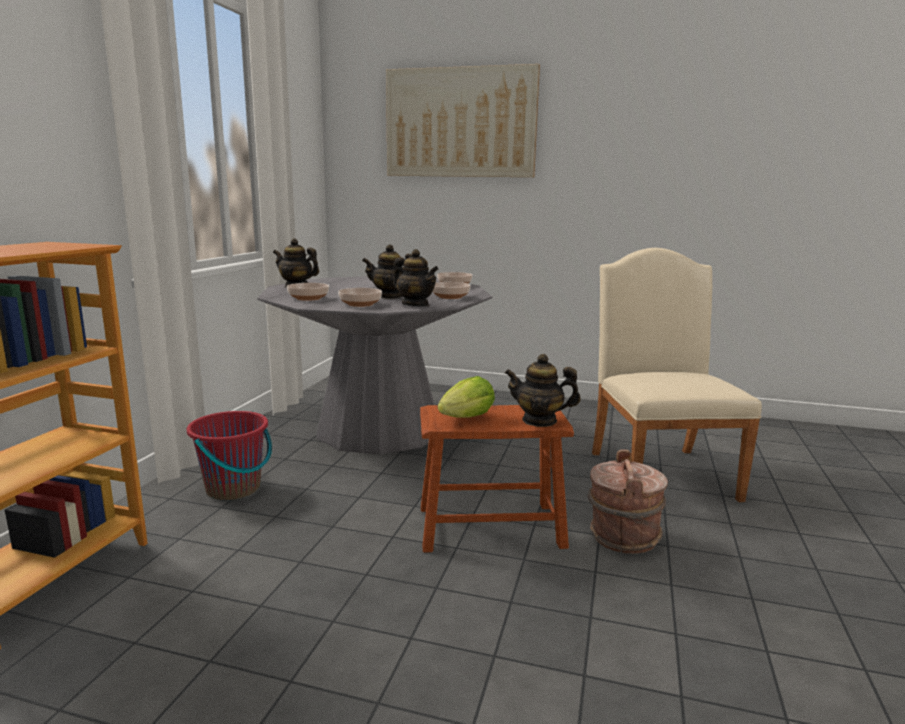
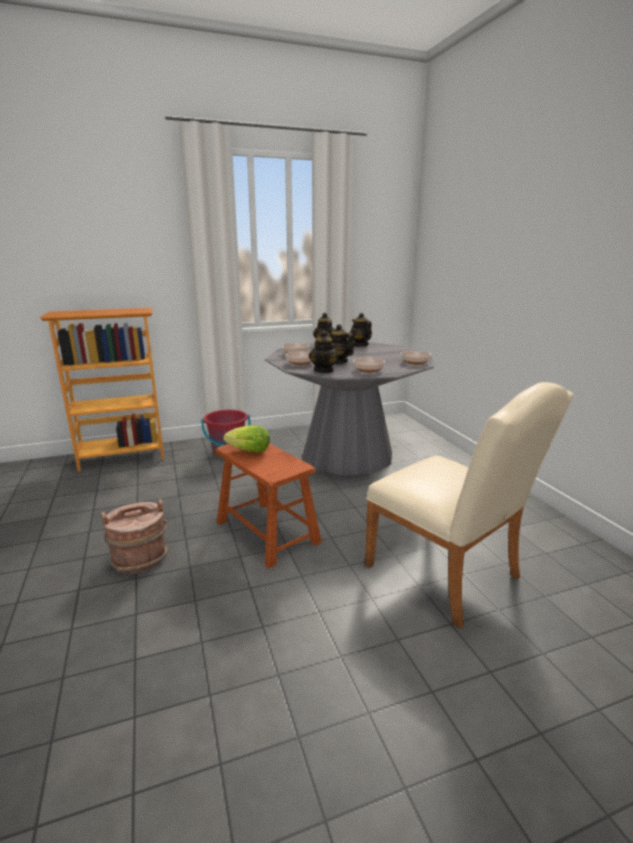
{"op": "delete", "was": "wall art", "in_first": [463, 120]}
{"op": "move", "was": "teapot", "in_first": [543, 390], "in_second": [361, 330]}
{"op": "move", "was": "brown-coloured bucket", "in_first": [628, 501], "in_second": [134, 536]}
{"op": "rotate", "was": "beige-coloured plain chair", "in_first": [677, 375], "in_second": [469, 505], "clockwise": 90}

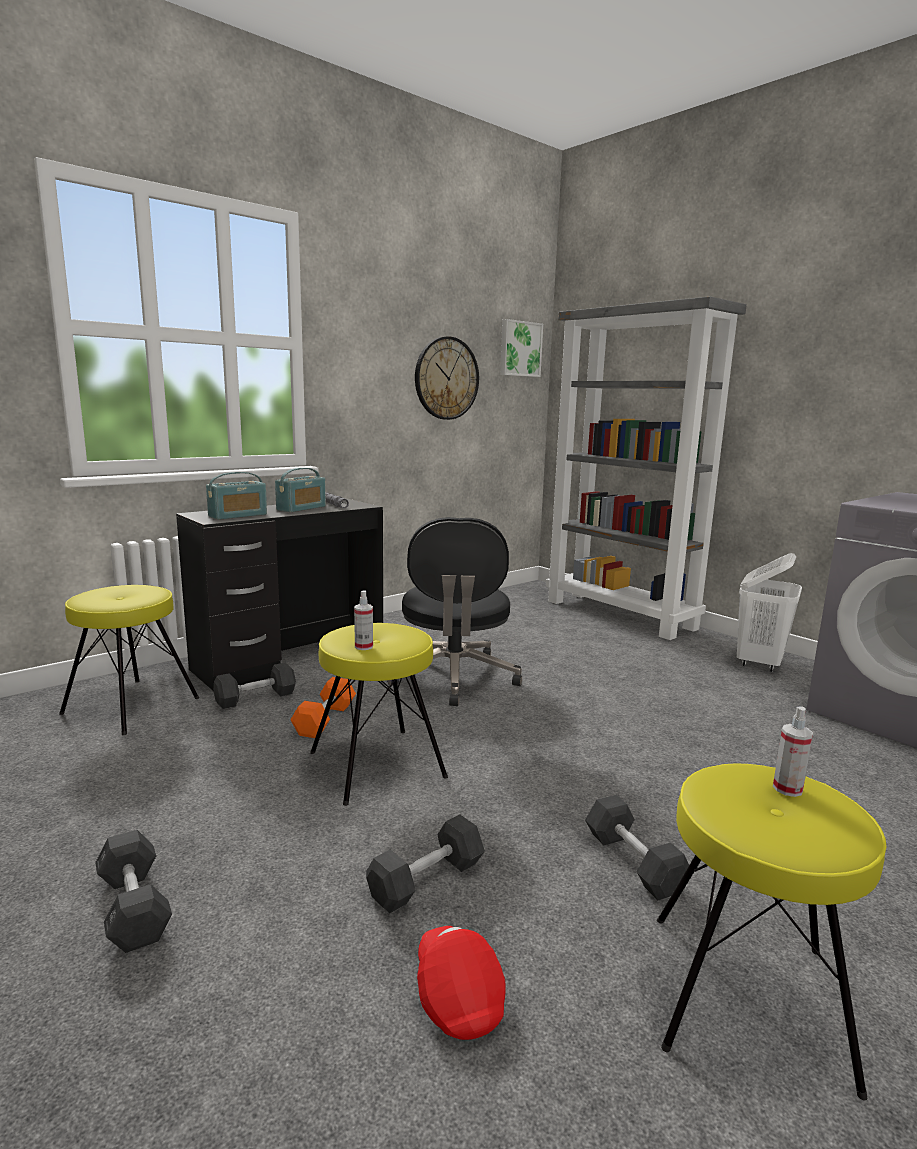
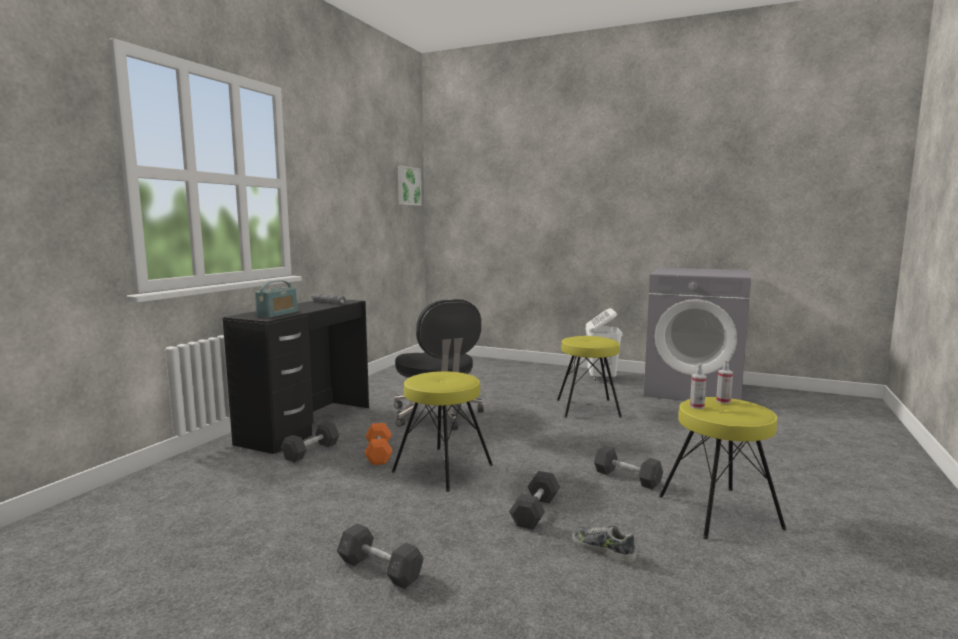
{"op": "move", "was": "yellow stool", "in_first": [129, 660], "in_second": [589, 377]}
{"op": "delete", "was": "radio receiver", "in_first": [300, 490]}
{"op": "move", "was": "hand sprayer", "in_first": [363, 620], "in_second": [698, 386]}
{"op": "delete", "was": "hanging clock", "in_first": [447, 378]}
{"op": "replace", "was": "red baseball cap", "now": "shoe", "in_first": [461, 983], "in_second": [604, 544]}
{"op": "delete", "was": "grey bookshelf", "in_first": [646, 468]}

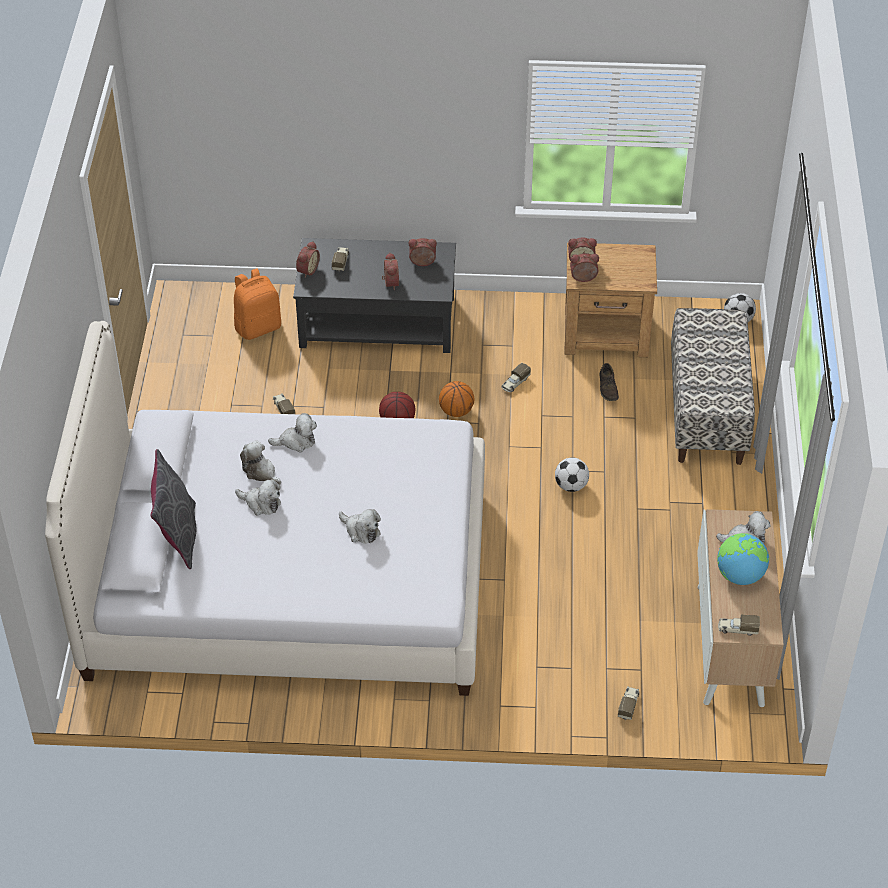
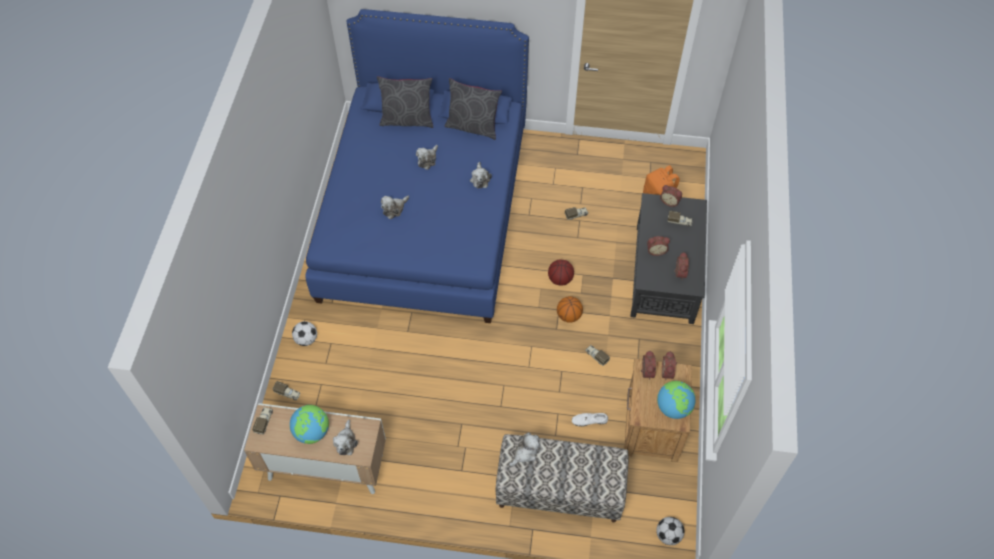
{"op": "recolor", "was": "whitish bed", "now": "blue-coloured bed", "in_first": [265, 508], "in_second": [417, 166]}
{"op": "move", "was": "cuddly toy", "in_first": [260, 463], "in_second": [524, 449]}
{"op": "move", "was": "ball for football", "in_first": [572, 474], "in_second": [304, 333]}
{"op": "recolor", "was": "brown-coloured shoe", "now": "whitish shoe", "in_first": [609, 382], "in_second": [590, 420]}
{"op": "insert", "now": "grey throw pillow", "in_second": [473, 109]}
{"op": "insert", "now": "world globe", "in_second": [676, 400]}

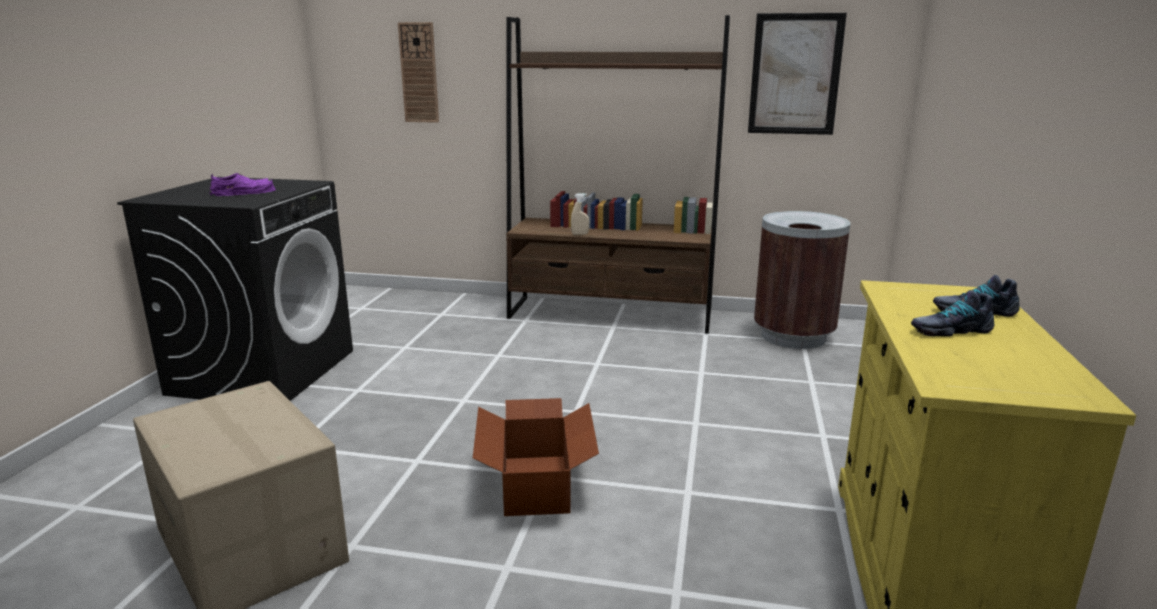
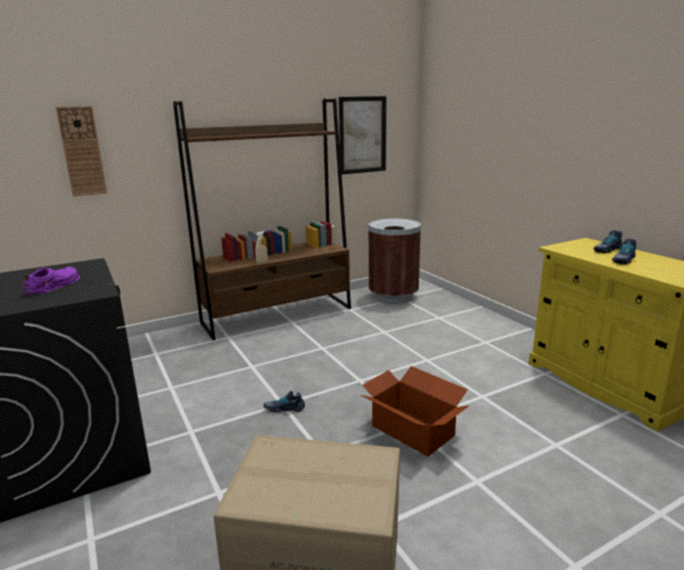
{"op": "insert", "now": "shoe", "in_second": [284, 401]}

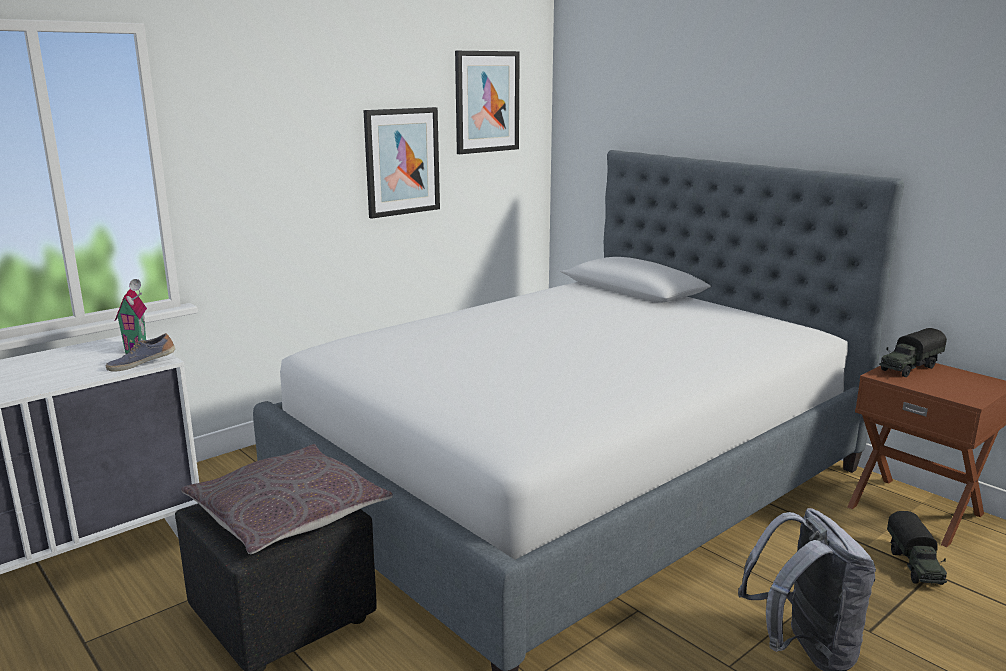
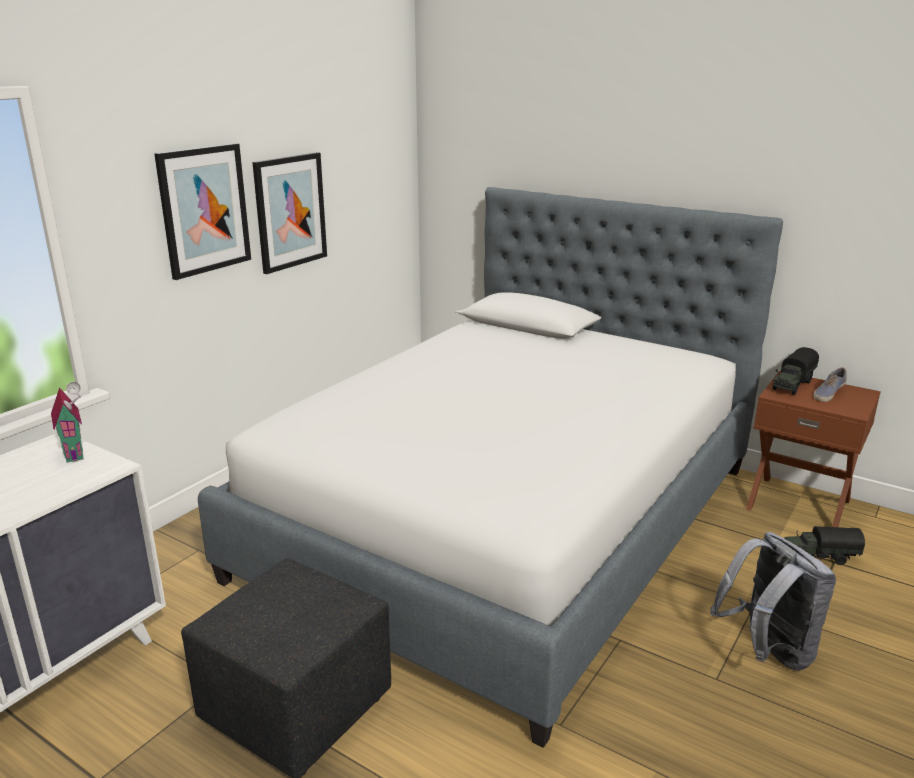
{"op": "move", "was": "shoe", "in_first": [140, 352], "in_second": [830, 384]}
{"op": "delete", "was": "grey throw pillow", "in_first": [287, 499]}
{"op": "move", "was": "wall art", "in_first": [487, 102], "in_second": [202, 211]}
{"op": "rotate", "was": "toy lorry", "in_first": [917, 548], "in_second": [824, 545], "clockwise": 105}

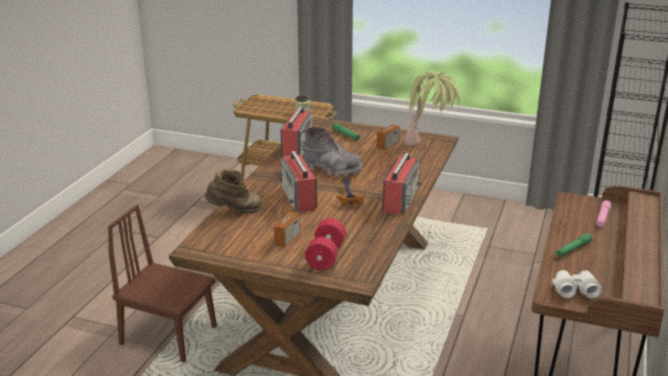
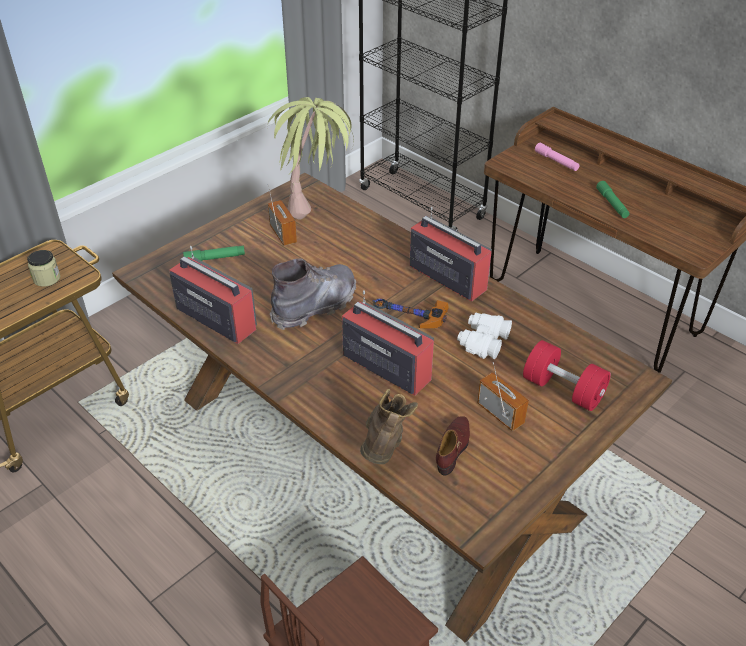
{"op": "rotate", "was": "radio receiver", "in_first": [298, 182], "in_second": [388, 343], "clockwise": -150}
{"op": "move", "was": "whitish pair of binoculars", "in_first": [577, 284], "in_second": [484, 336]}
{"op": "insert", "now": "brown-coloured shoe", "in_second": [453, 446]}

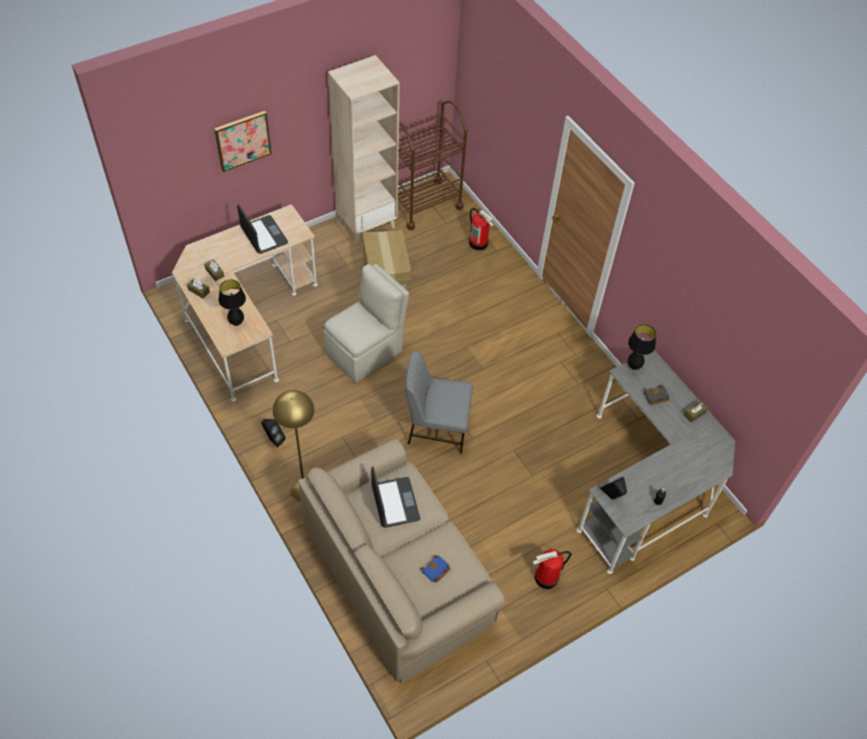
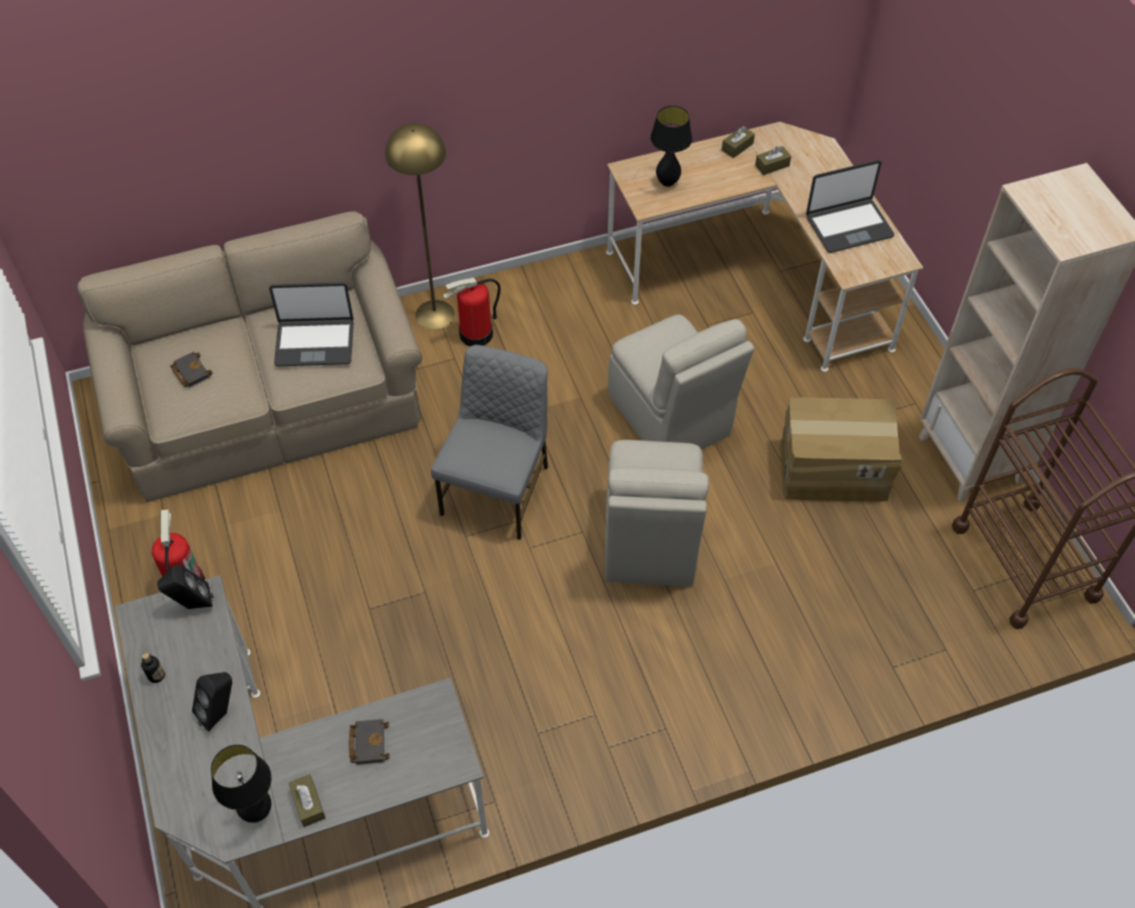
{"op": "delete", "was": "wall art", "in_first": [243, 141]}
{"op": "move", "was": "black-coloured speaker", "in_first": [273, 433], "in_second": [212, 702]}
{"op": "recolor", "was": "blue-coloured volume", "now": "black-coloured volume", "in_first": [436, 569], "in_second": [191, 369]}
{"op": "move", "was": "fire extinguisher", "in_first": [481, 229], "in_second": [472, 312]}
{"op": "move", "was": "black-coloured lamp for a table", "in_first": [642, 347], "in_second": [241, 784]}
{"op": "insert", "now": "beige-coloured plain chair", "in_second": [657, 513]}

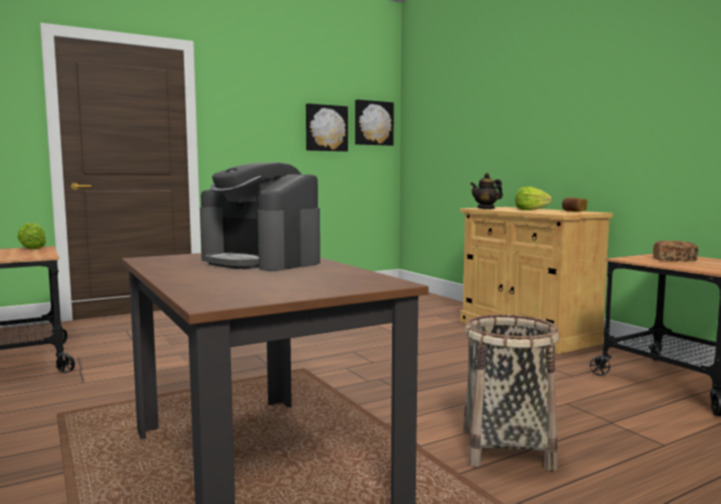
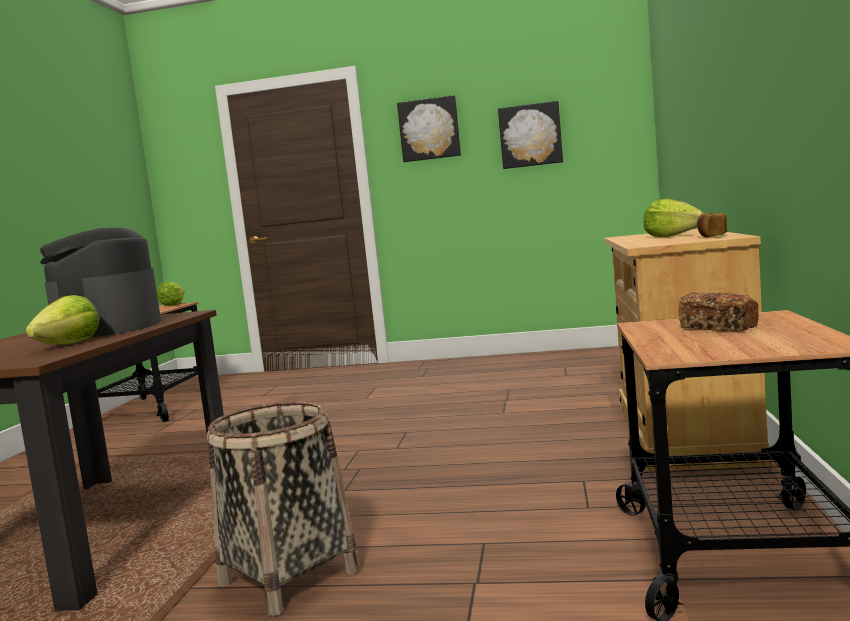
{"op": "move", "was": "wall art", "in_first": [374, 122], "in_second": [429, 128]}
{"op": "delete", "was": "teapot", "in_first": [486, 191]}
{"op": "insert", "now": "lettuce head", "in_second": [63, 320]}

